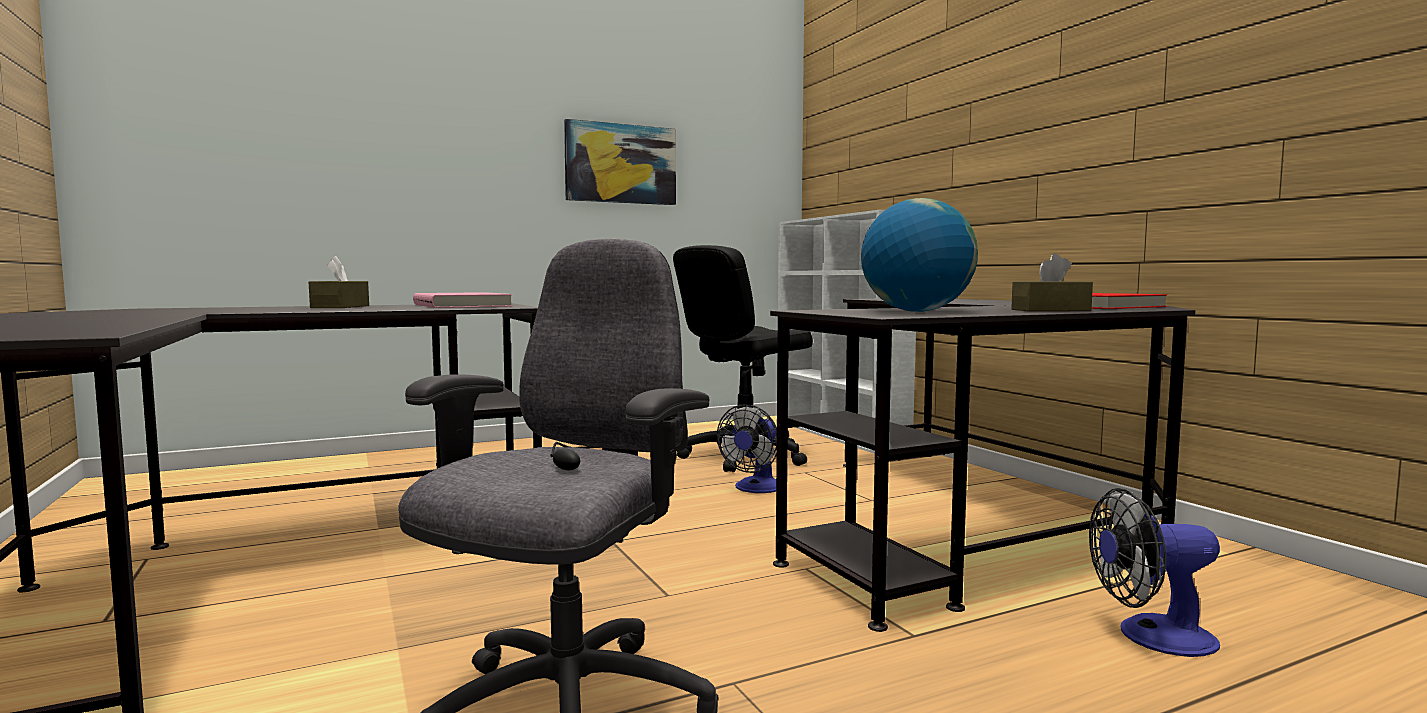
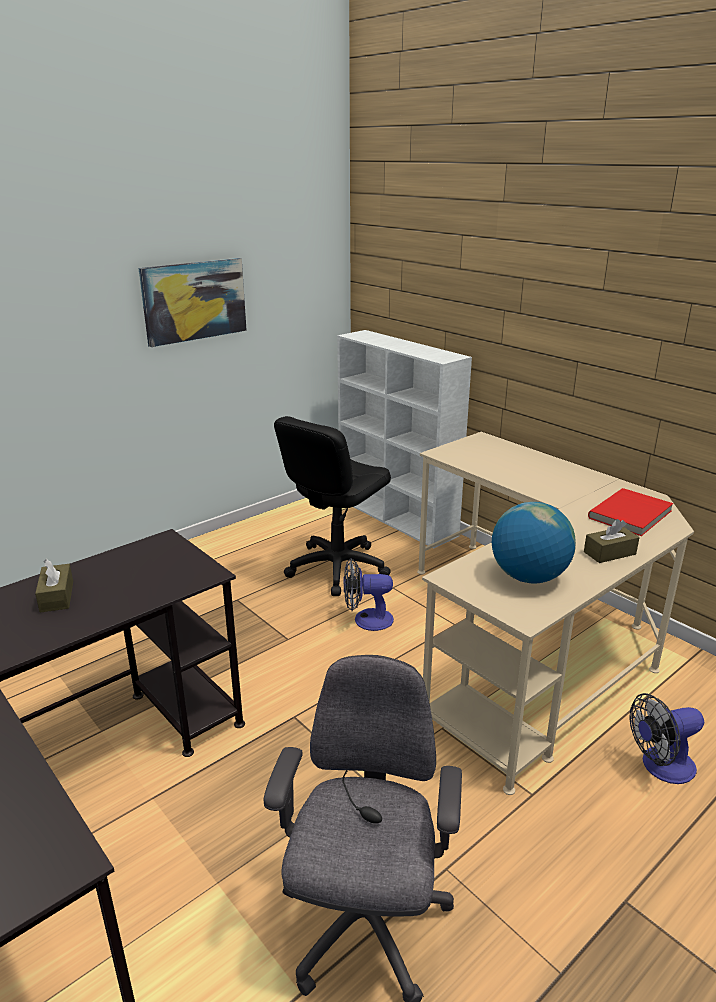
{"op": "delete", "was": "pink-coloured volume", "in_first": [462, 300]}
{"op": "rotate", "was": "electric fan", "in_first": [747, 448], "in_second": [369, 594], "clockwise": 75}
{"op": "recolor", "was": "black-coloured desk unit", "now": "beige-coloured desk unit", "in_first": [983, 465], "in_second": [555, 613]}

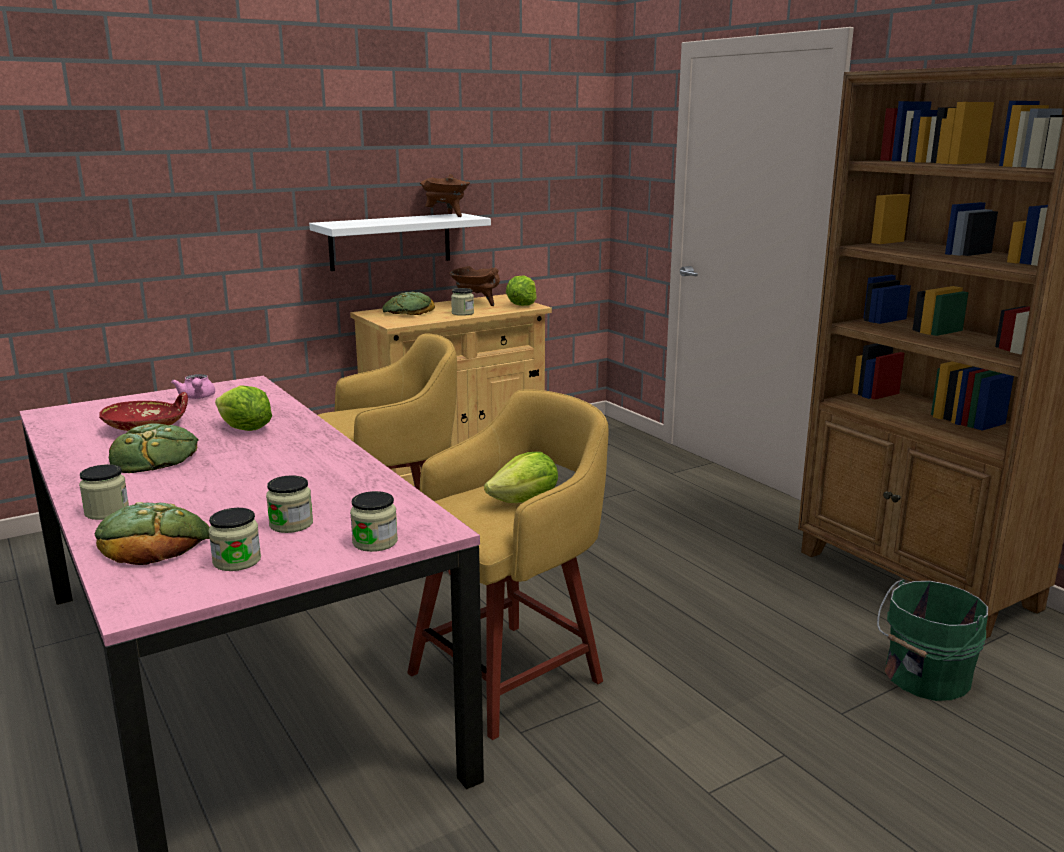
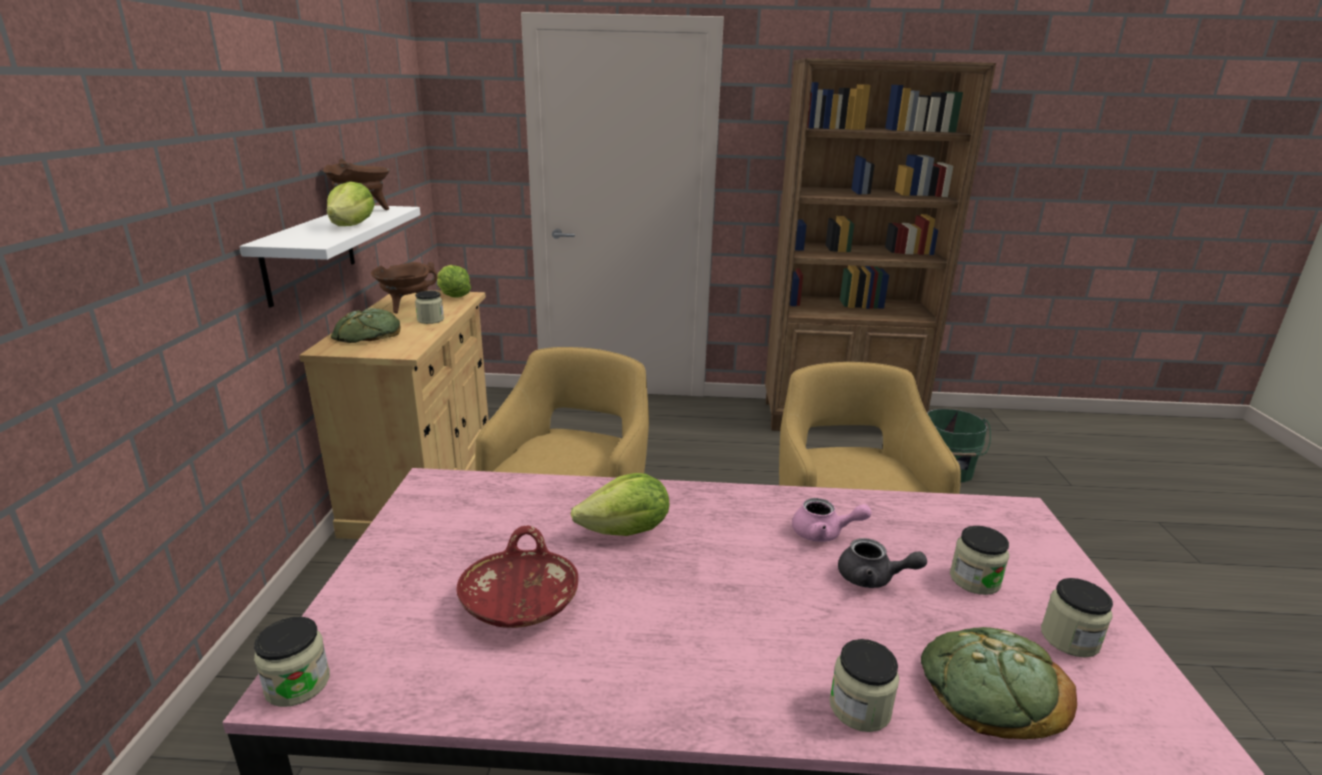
{"op": "delete", "was": "bakery bread", "in_first": [153, 448]}
{"op": "move", "was": "pink-coloured teapot", "in_first": [193, 386], "in_second": [832, 520]}
{"op": "move", "was": "storage jar", "in_first": [374, 521], "in_second": [292, 662]}
{"op": "move", "was": "lettuce head", "in_first": [521, 477], "in_second": [351, 203]}
{"op": "insert", "now": "grey teapot", "in_second": [882, 563]}

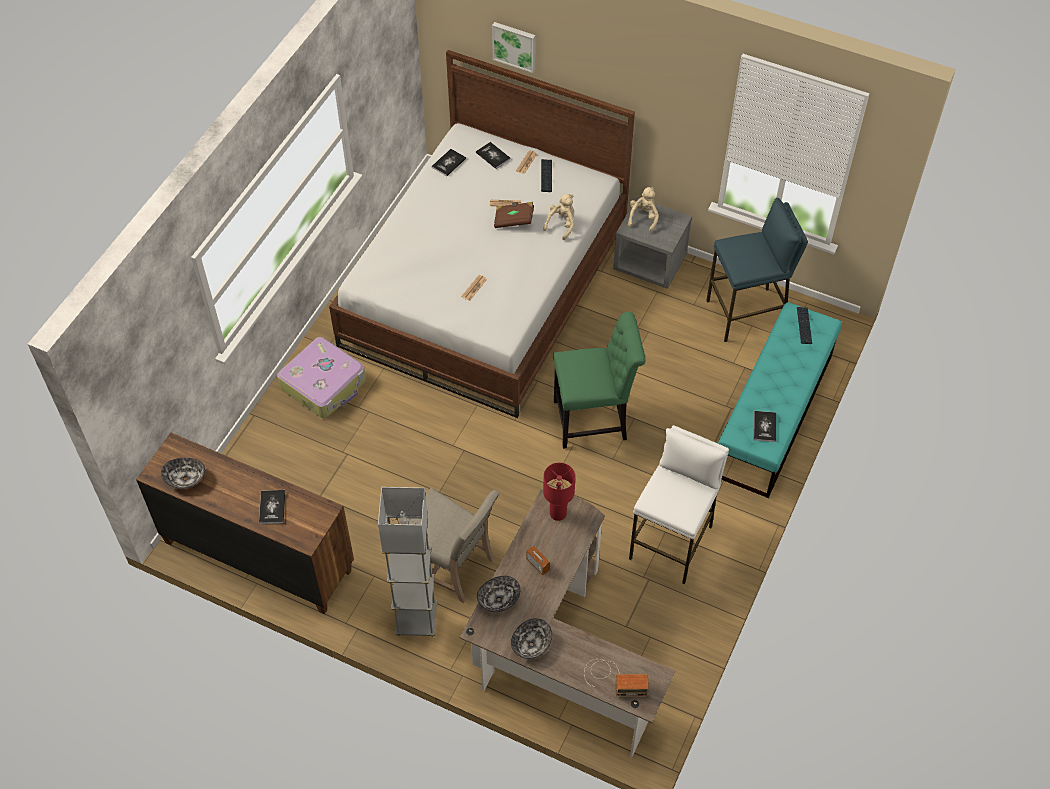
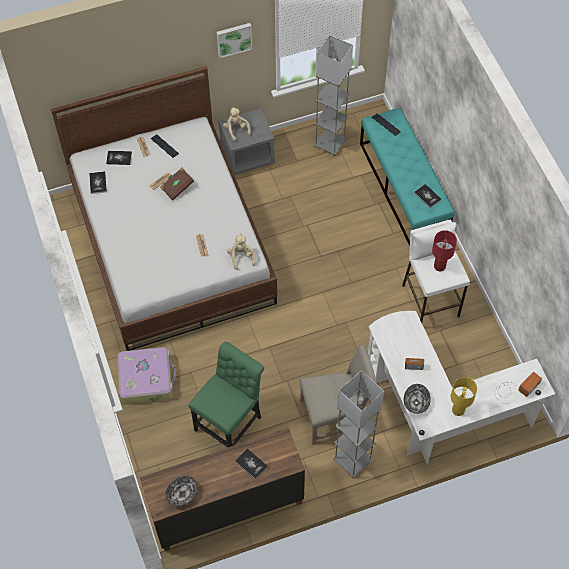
{"op": "recolor", "was": "brown-coloured desk unit", "now": "whitish desk unit", "in_first": [567, 624], "in_second": [461, 387]}
{"op": "move", "was": "wall art", "in_first": [514, 47], "in_second": [234, 40]}
{"op": "replace", "was": "serving bowl", "now": "yellow lamp for a table", "in_first": [531, 638], "in_second": [464, 396]}
{"op": "move", "was": "beige-coloured cuddly toy", "in_first": [559, 217], "in_second": [241, 251]}
{"op": "move", "was": "red lamp for a table", "in_first": [559, 492], "in_second": [444, 250]}
{"op": "move", "was": "green-coloured plain chair", "in_first": [599, 380], "in_second": [226, 394]}
{"op": "replace", "was": "blue-coloured stool", "now": "grey standard lamp", "in_first": [757, 270], "in_second": [333, 95]}

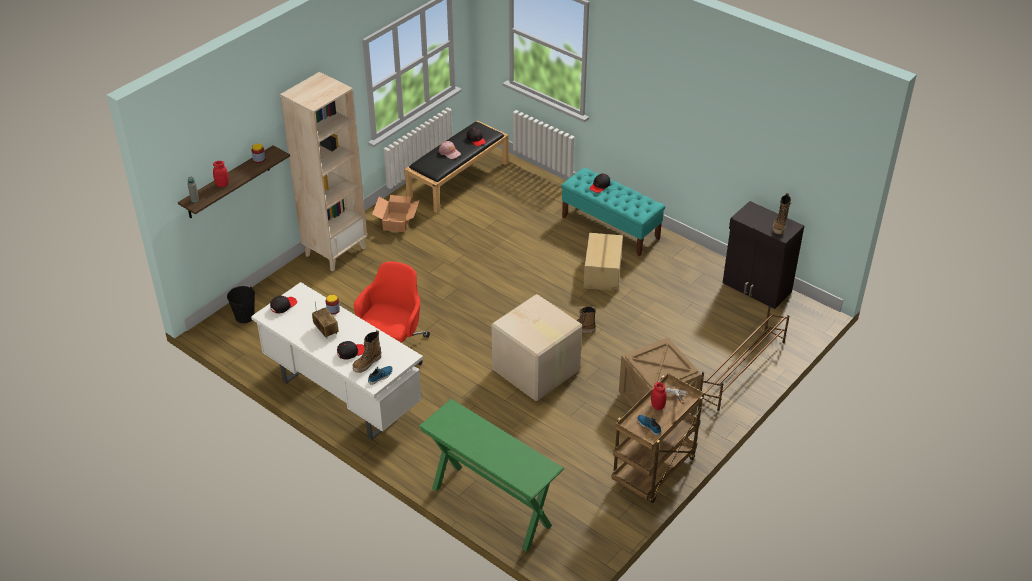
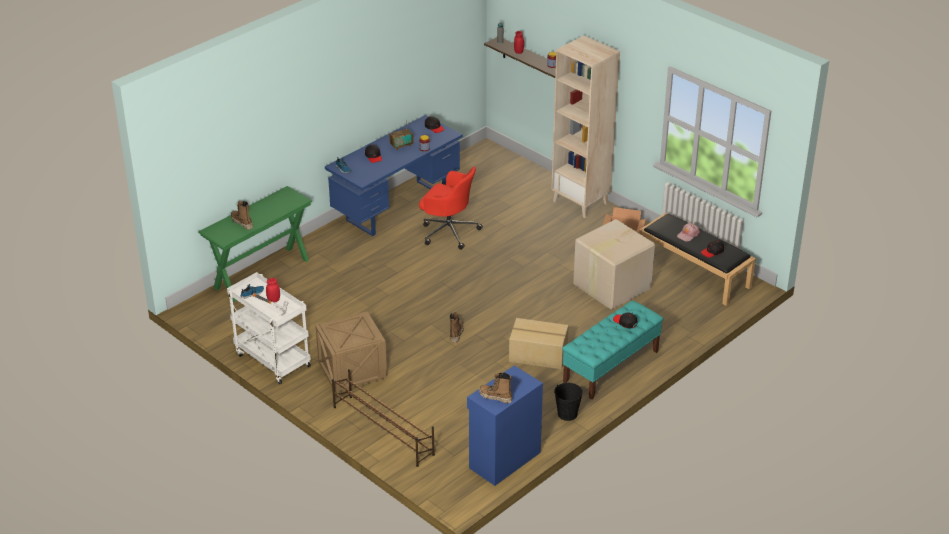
{"op": "move", "was": "black-coloured bucket", "in_first": [241, 304], "in_second": [568, 402]}
{"op": "recolor", "was": "whitish desk unit", "now": "blue-coloured desk unit", "in_first": [337, 361], "in_second": [394, 175]}
{"op": "move", "was": "tall boot", "in_first": [367, 351], "in_second": [242, 215]}
{"op": "move", "was": "carton", "in_first": [537, 347], "in_second": [614, 264]}
{"op": "recolor", "was": "brown-coloured trolley", "now": "whitish trolley", "in_first": [657, 438], "in_second": [269, 328]}
{"op": "recolor", "was": "black-coloured cabinet", "now": "blue-coloured cabinet", "in_first": [763, 255], "in_second": [505, 425]}

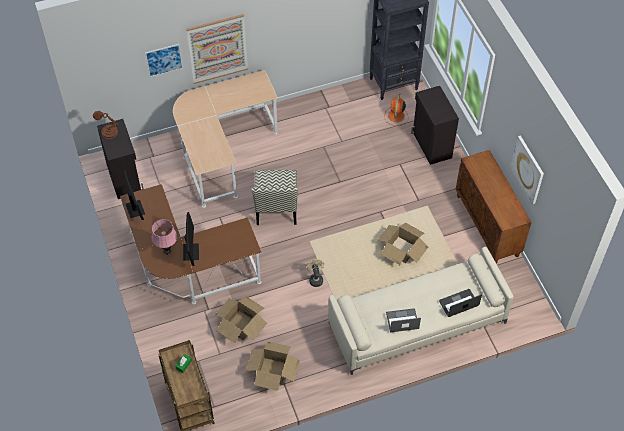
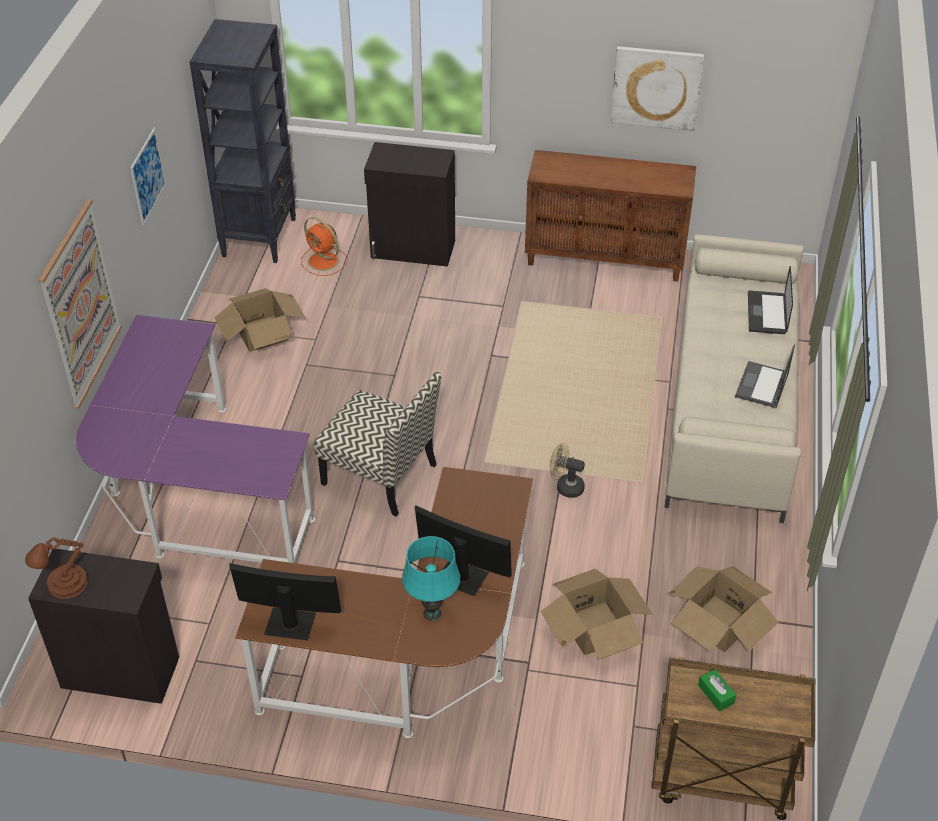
{"op": "move", "was": "wall art", "in_first": [164, 61], "in_second": [148, 176]}
{"op": "recolor", "was": "pink-coloured lamp for a table", "now": "turquoise-coloured lamp for a table", "in_first": [164, 237], "in_second": [431, 578]}
{"op": "recolor", "was": "beige-coloured desk unit", "now": "purple desk unit", "in_first": [225, 139], "in_second": [195, 439]}
{"op": "move", "was": "carton", "in_first": [402, 244], "in_second": [260, 320]}

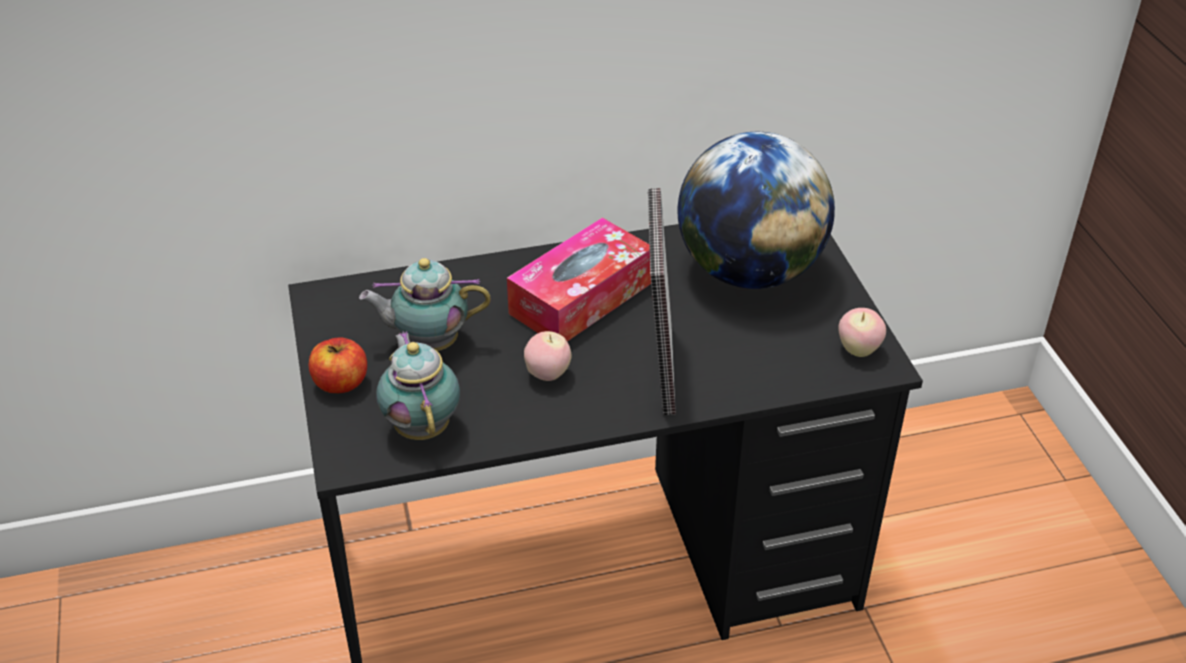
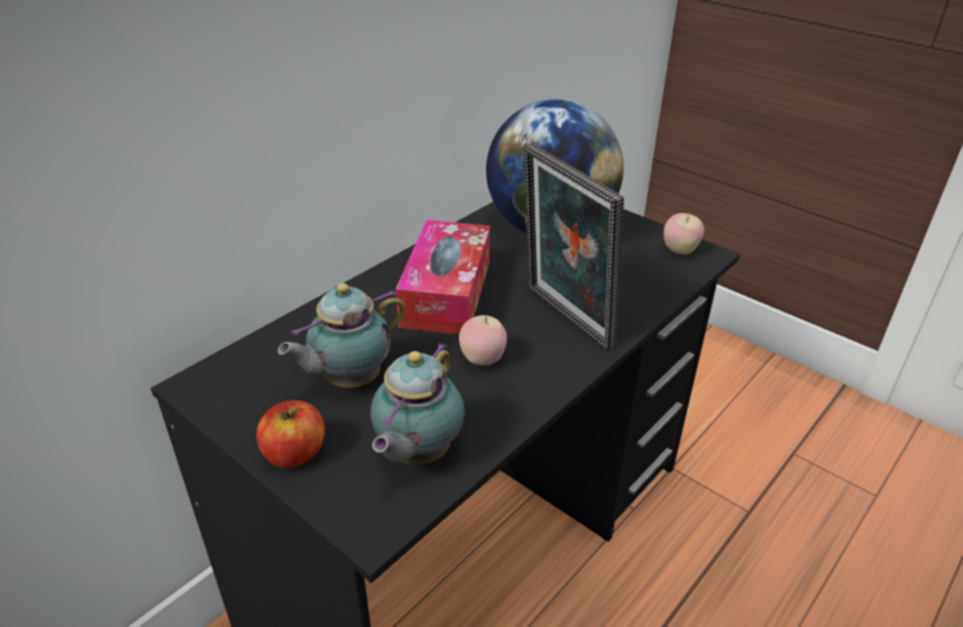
{"op": "rotate", "was": "teapot", "in_first": [418, 385], "in_second": [417, 404], "clockwise": -105}

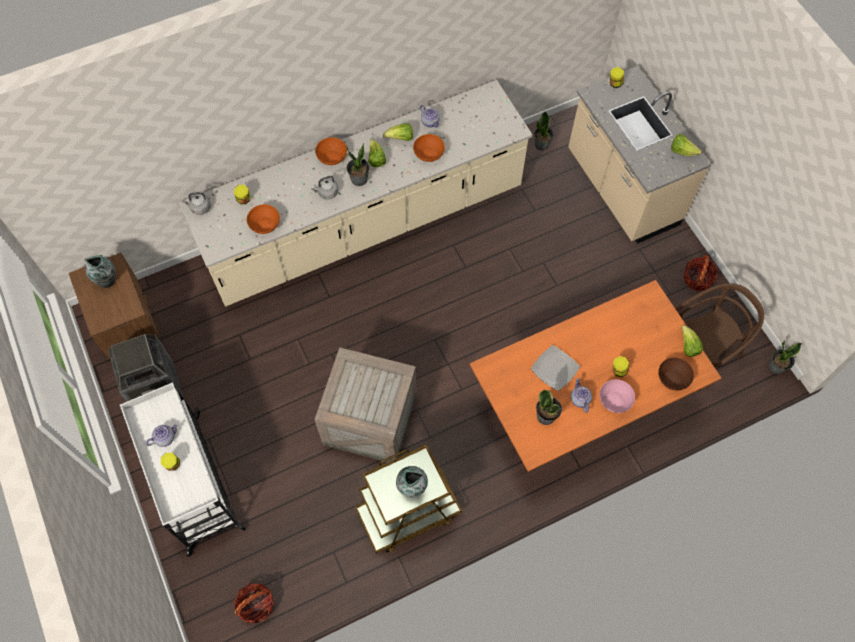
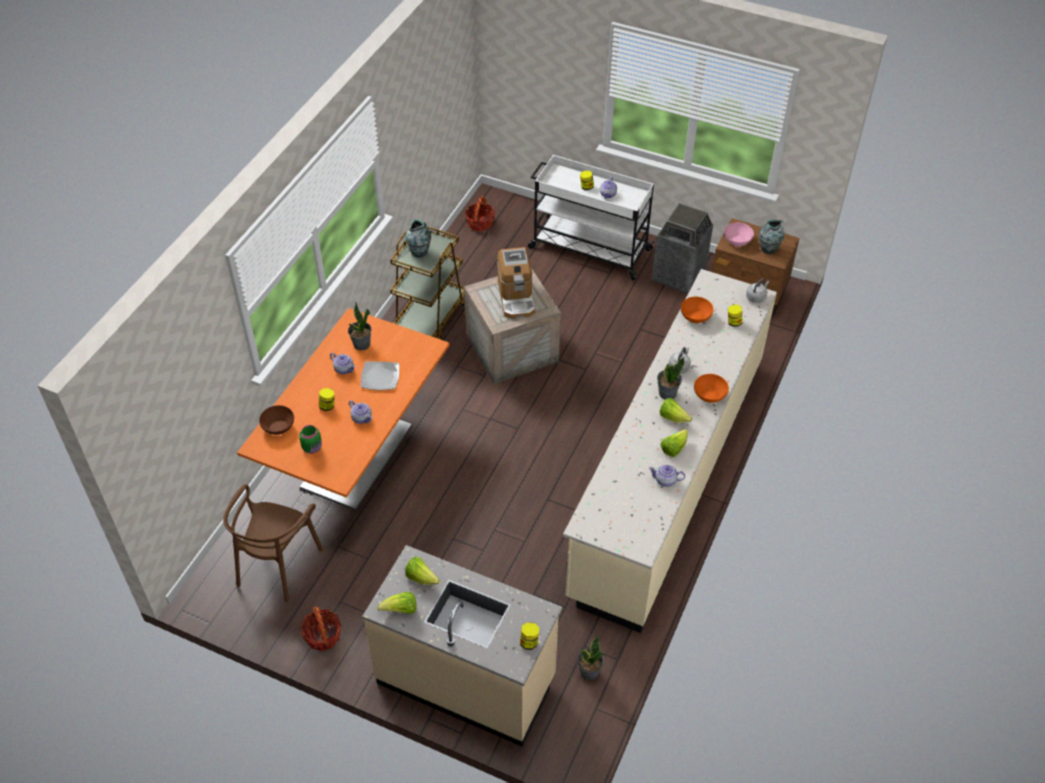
{"op": "delete", "was": "orange-coloured serving bowl", "in_first": [429, 148]}
{"op": "move", "was": "pink-coloured serving bowl", "in_first": [617, 396], "in_second": [739, 235]}
{"op": "move", "was": "lettuce head", "in_first": [692, 341], "in_second": [422, 570]}
{"op": "delete", "was": "houseplant", "in_first": [785, 357]}
{"op": "insert", "now": "green-coloured storage jar", "in_second": [310, 439]}
{"op": "insert", "now": "teapot", "in_second": [360, 412]}
{"op": "insert", "now": "coffee machine", "in_second": [516, 283]}

